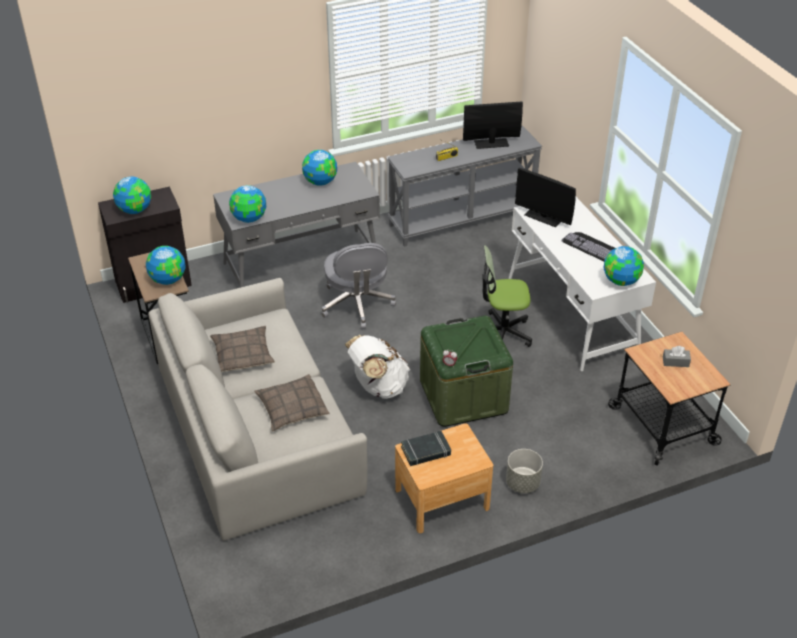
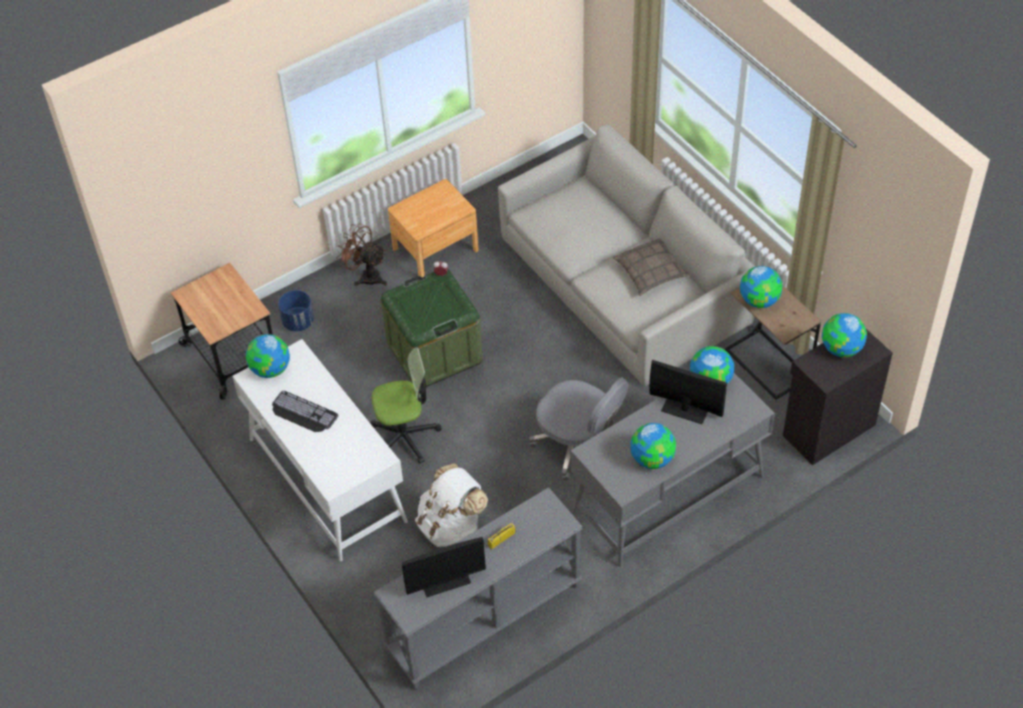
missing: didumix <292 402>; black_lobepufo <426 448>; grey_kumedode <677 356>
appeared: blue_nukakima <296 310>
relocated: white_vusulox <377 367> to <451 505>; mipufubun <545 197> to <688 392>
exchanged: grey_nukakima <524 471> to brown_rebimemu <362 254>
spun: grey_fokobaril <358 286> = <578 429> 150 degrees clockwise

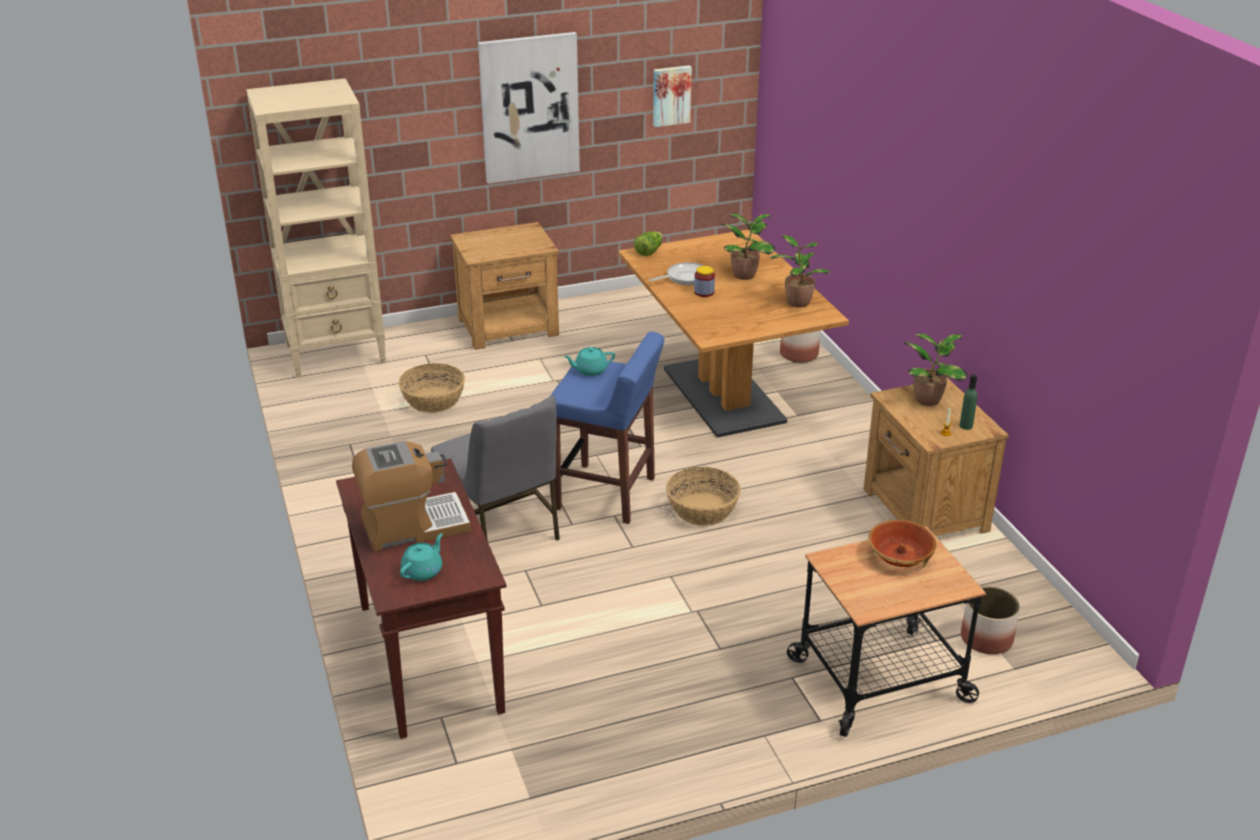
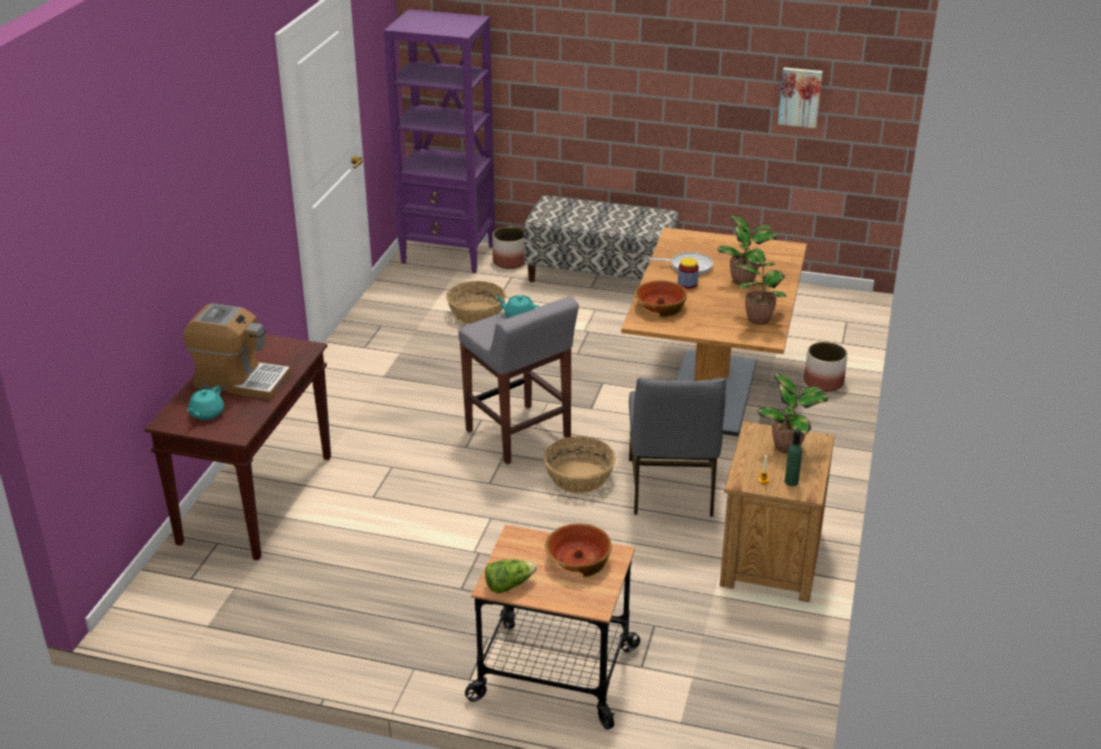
missing: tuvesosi <529 108>
appeared: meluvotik <661 299>
relocated: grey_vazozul <495 468> to <677 447>; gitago <648 243> to <511 576>; nukakima <990 620> to <508 248>
exchanged: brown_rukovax <504 286> to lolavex <601 238>
colour: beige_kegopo <316 228> to purple_kegopo <439 141>; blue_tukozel <607 427> to grey_tukozel <519 381>
spun: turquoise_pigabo <421 557> = <205 403> 135 degrees clockwise

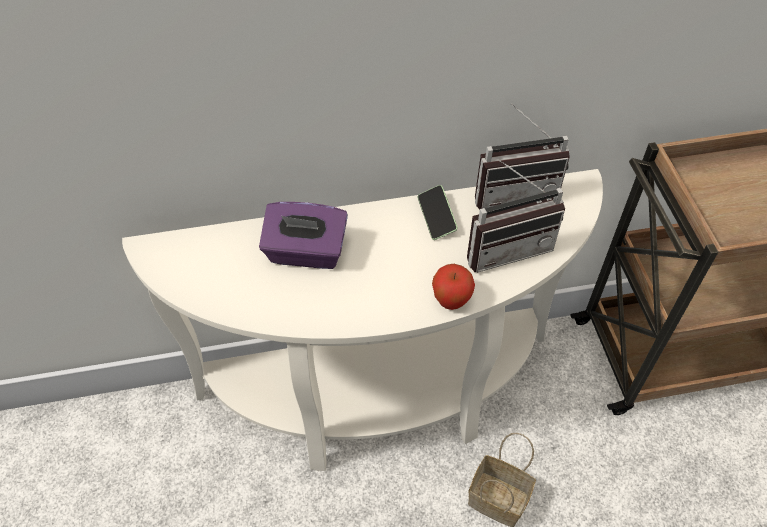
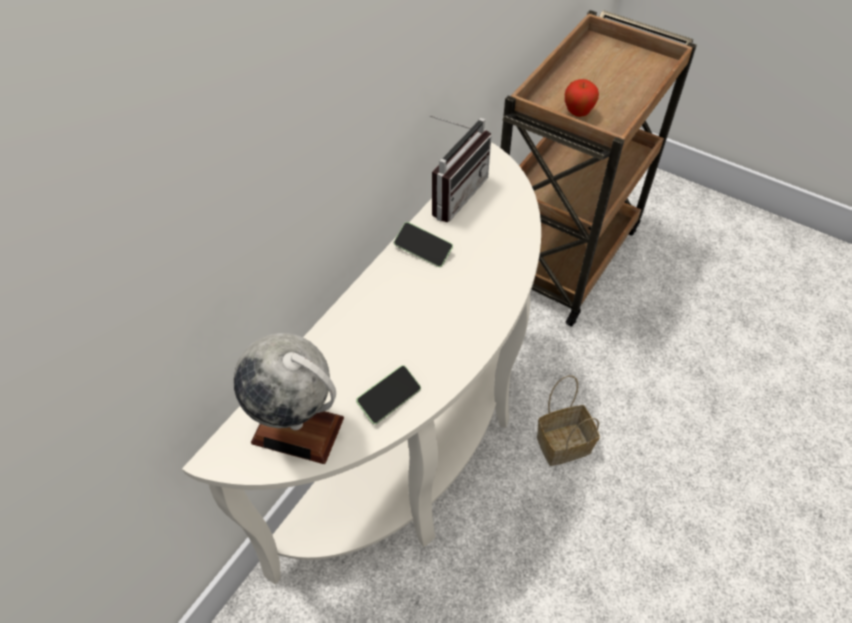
missing: purple_kumedode <303 235>; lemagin <516 216>
appeared: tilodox <288 398>; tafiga <388 394>
relocated: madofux <453 287> to <582 98>

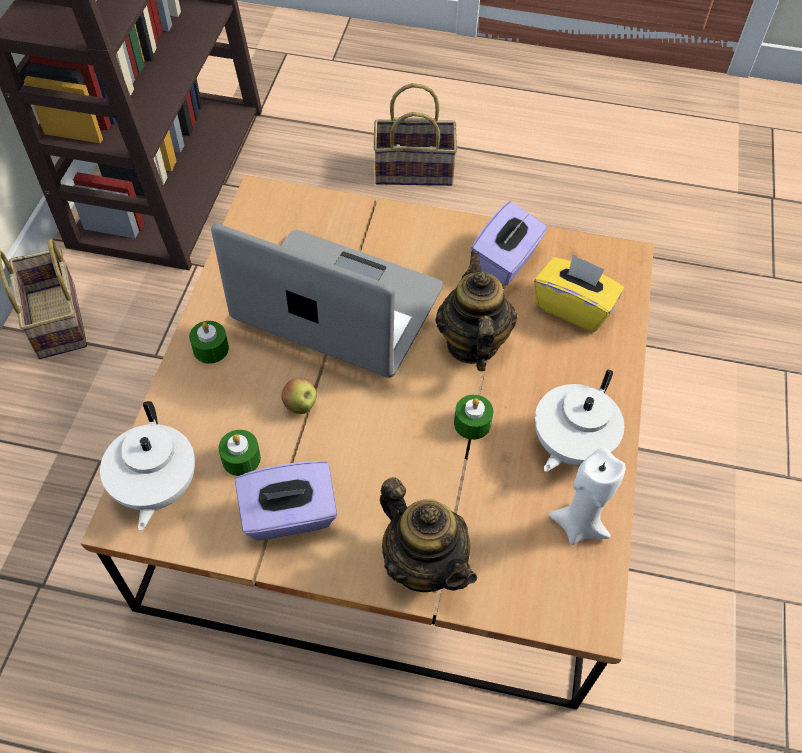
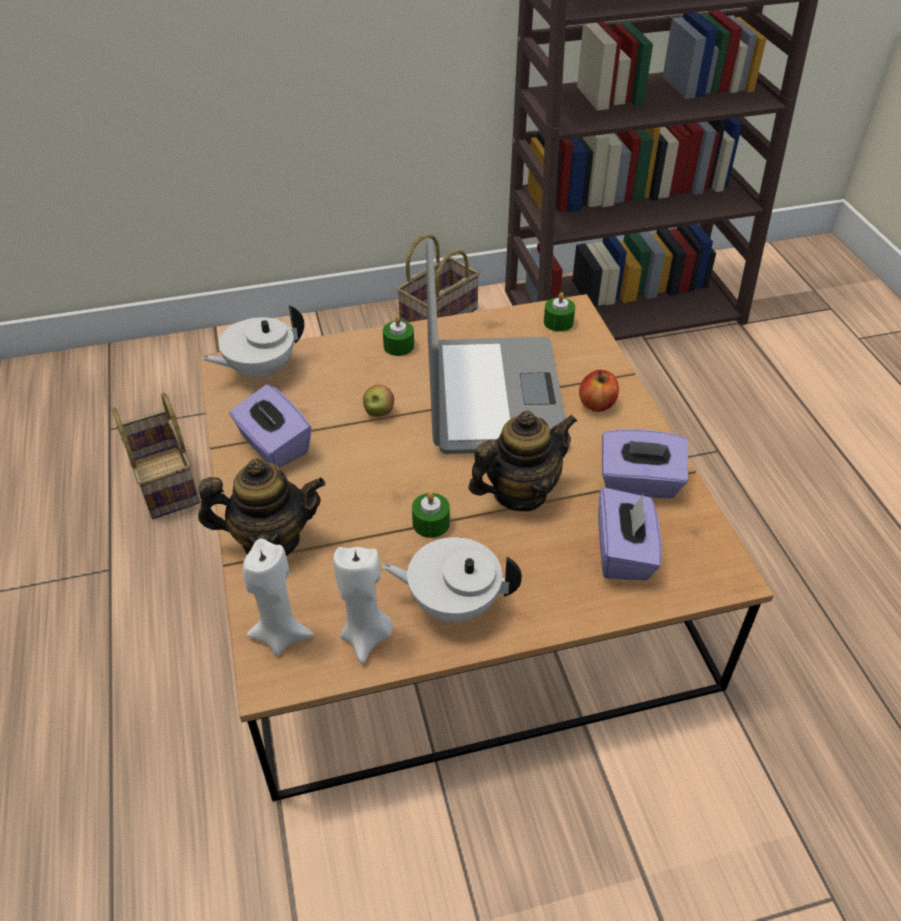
appeared: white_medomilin <278 597>; madofux <599 391>
relocated: green_medomilin <239 453> to <559 312>; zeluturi <415 134> to <156 456>
colour: yellow_kumedode <579 293> to purple_kumedode <630 533>
spun: pigabo <428 534> = <262 507> 120 degrees counterclockwise

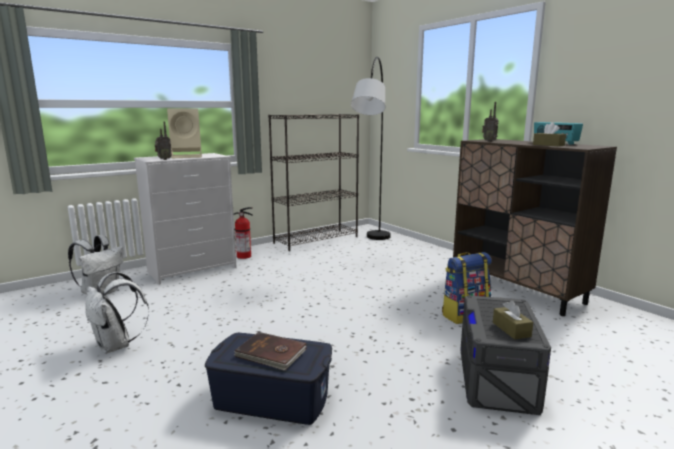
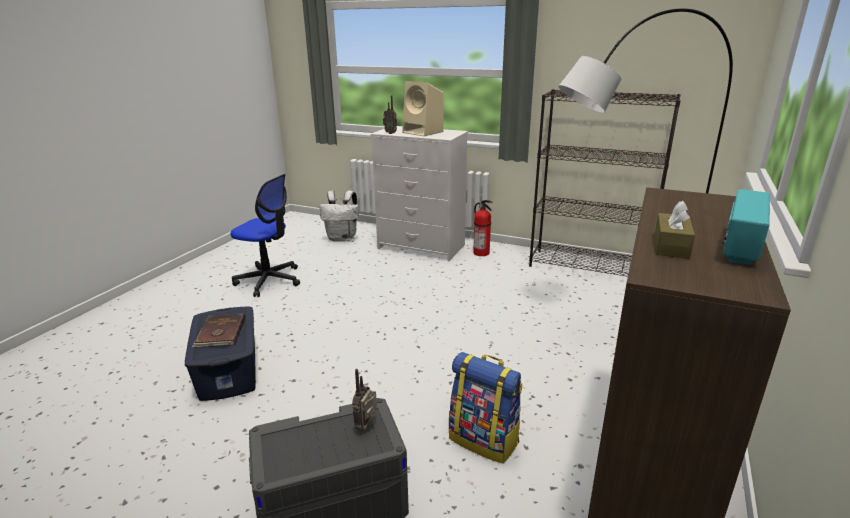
missing: brown_kumedode <513 320>
relocated: lemagin <490 122> to <364 400>
exchanged: white_vusulox <117 313> to fokobaril <265 235>

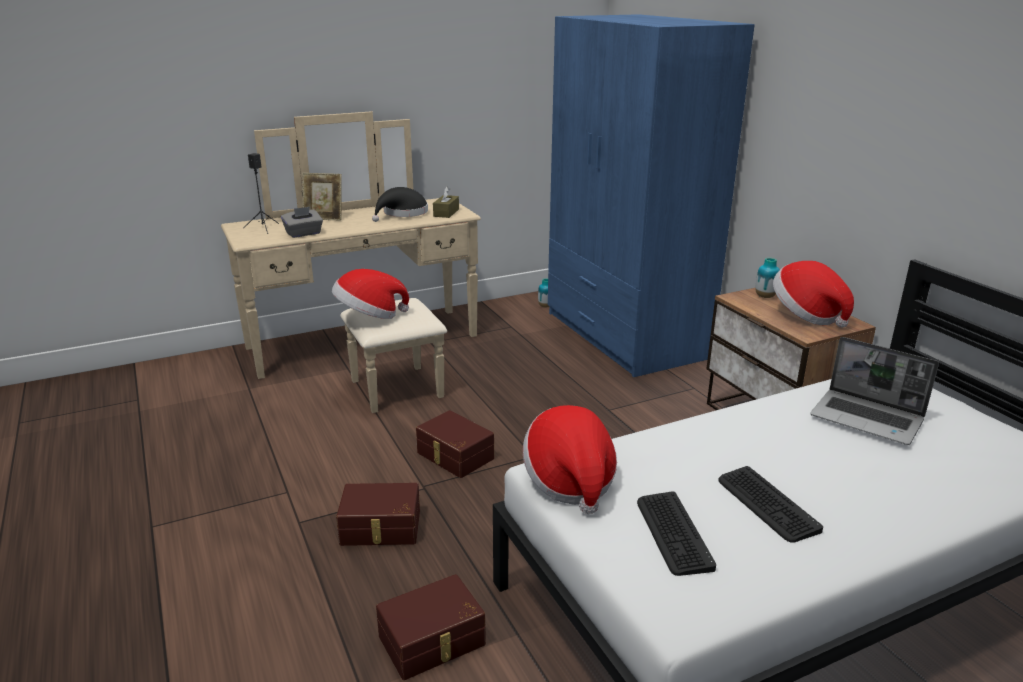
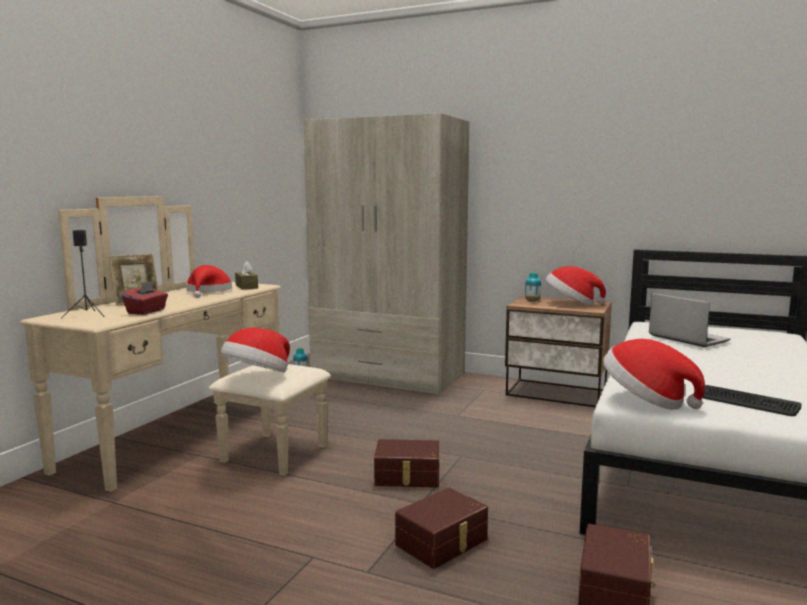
missing: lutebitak <770 504>
colour: grey_kumedode <302 222> to red_kumedode <145 298>; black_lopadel <400 204> to red_lopadel <209 281>; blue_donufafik <651 195> to beige_donufafik <386 254>
spun: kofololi <874 391> = <690 319> 120 degrees counterclockwise

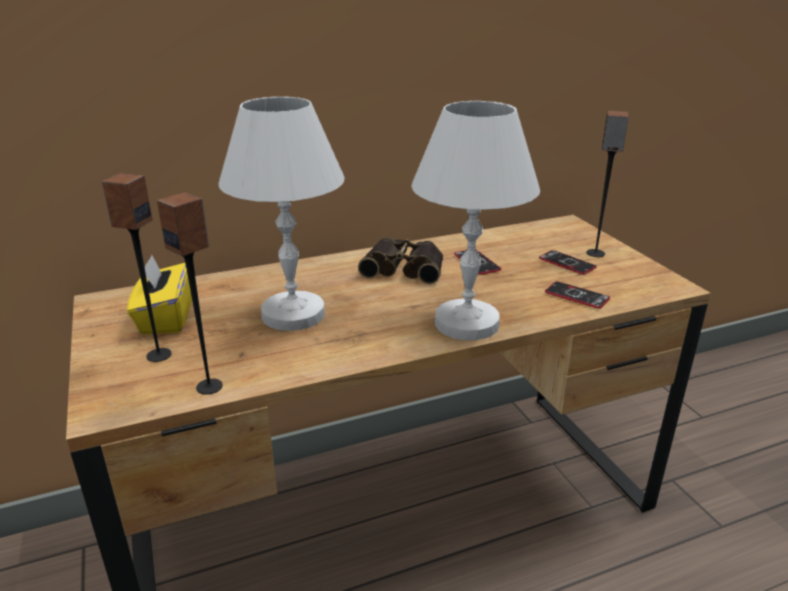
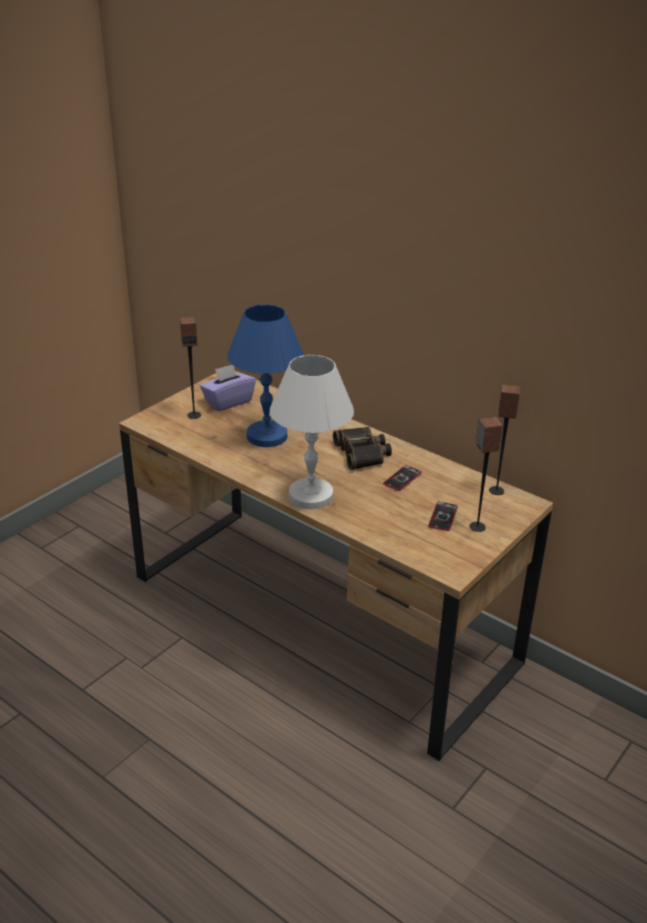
missing: tafiga <577 295>
relocated: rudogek <190 293> to <504 440>
colour: yellow_kumedode <159 295> to purple_kumedode <228 388>; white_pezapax <281 214> to blue_pezapax <265 375>

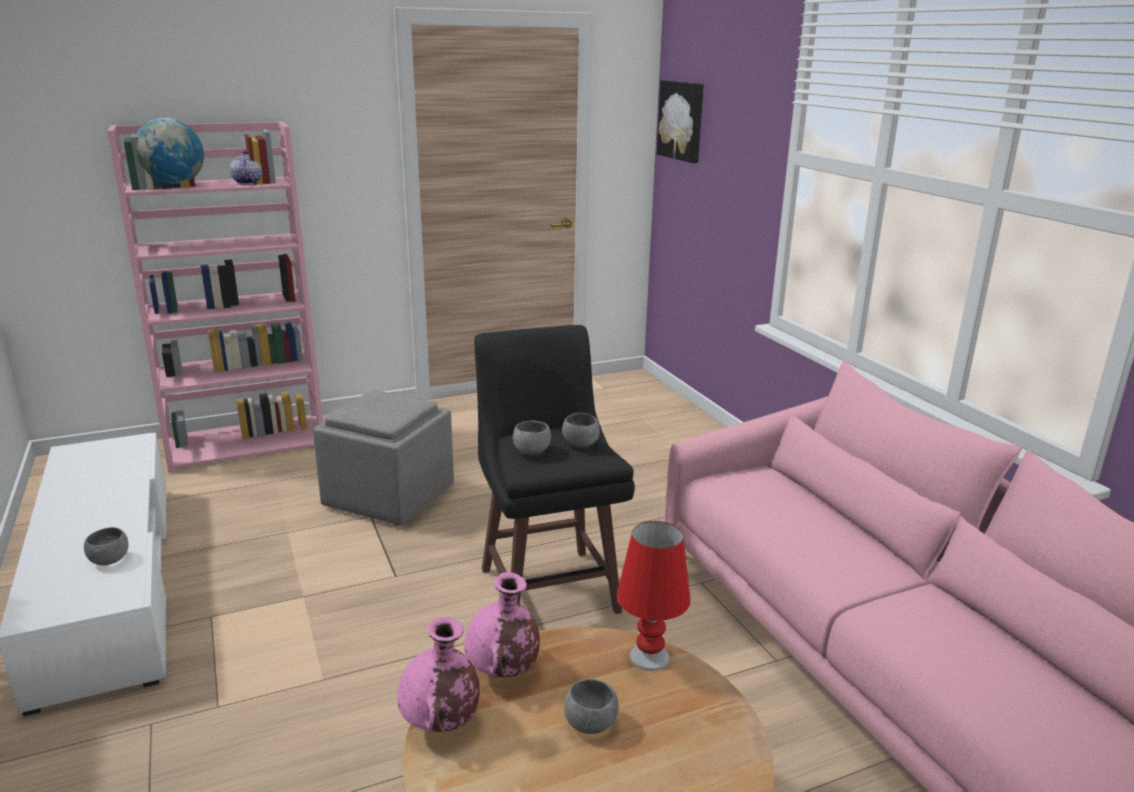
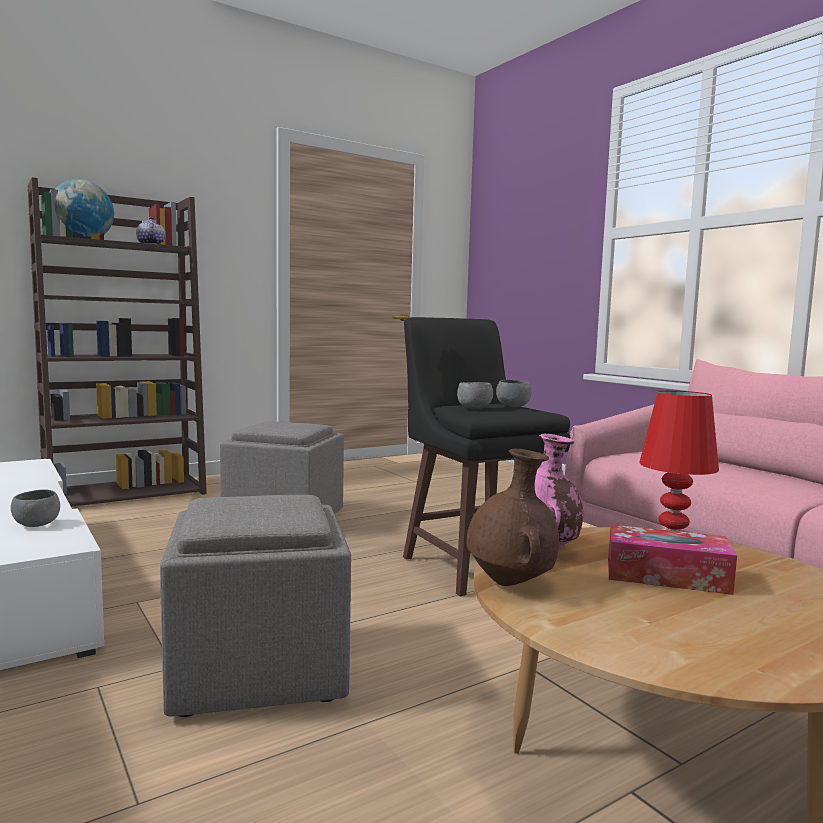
missing: tuvesosi <680 121>
appeared: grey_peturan <255 606>
exchanged: grey_meluvotik <591 706> to kumedode <672 559>
colour: pink_kegopo <215 297> to brown_kegopo <117 342>; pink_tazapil <438 674> to brown_tazapil <512 517>

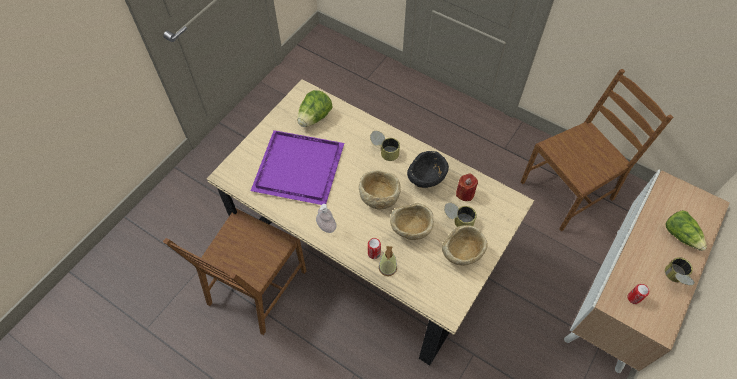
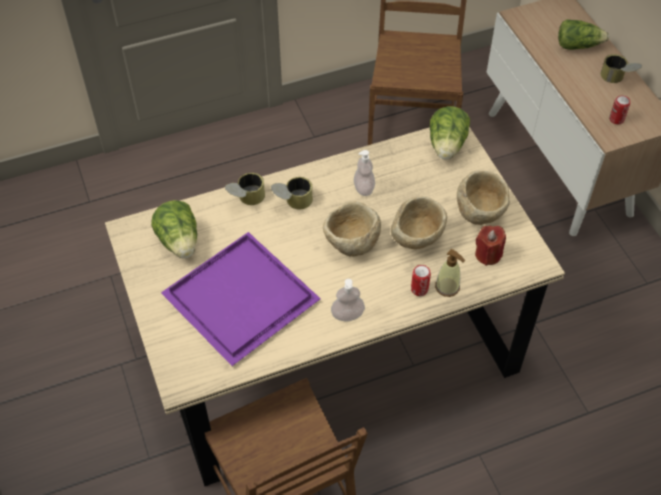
appeared: gitago <450 133>
relocated: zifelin <460 215> to <245 189>; red_medomilin <467 187> to <490 246>
exchanged: black_meluvotik <428 169> to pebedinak <364 173>

